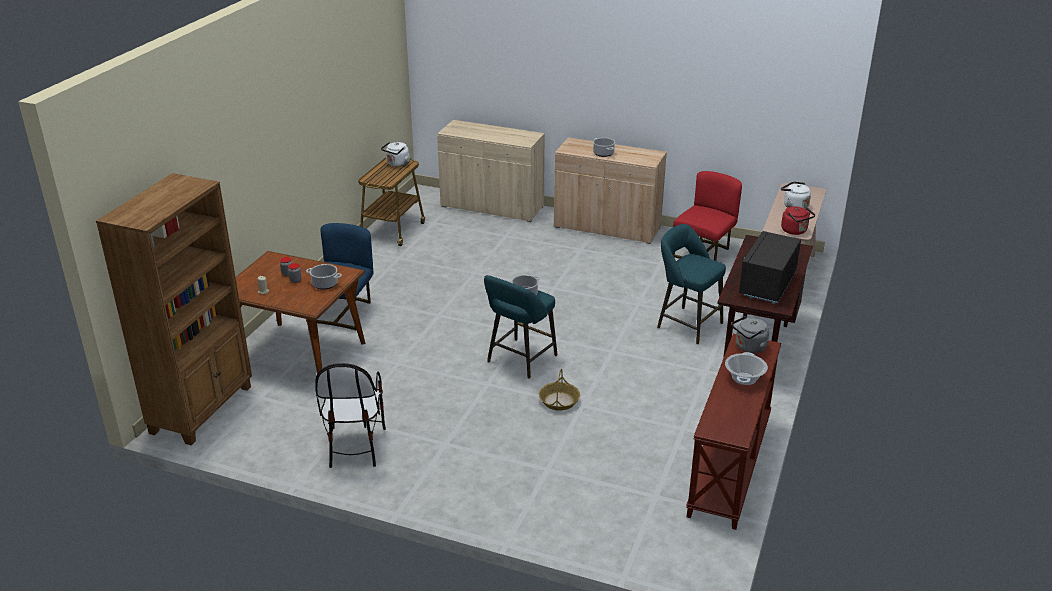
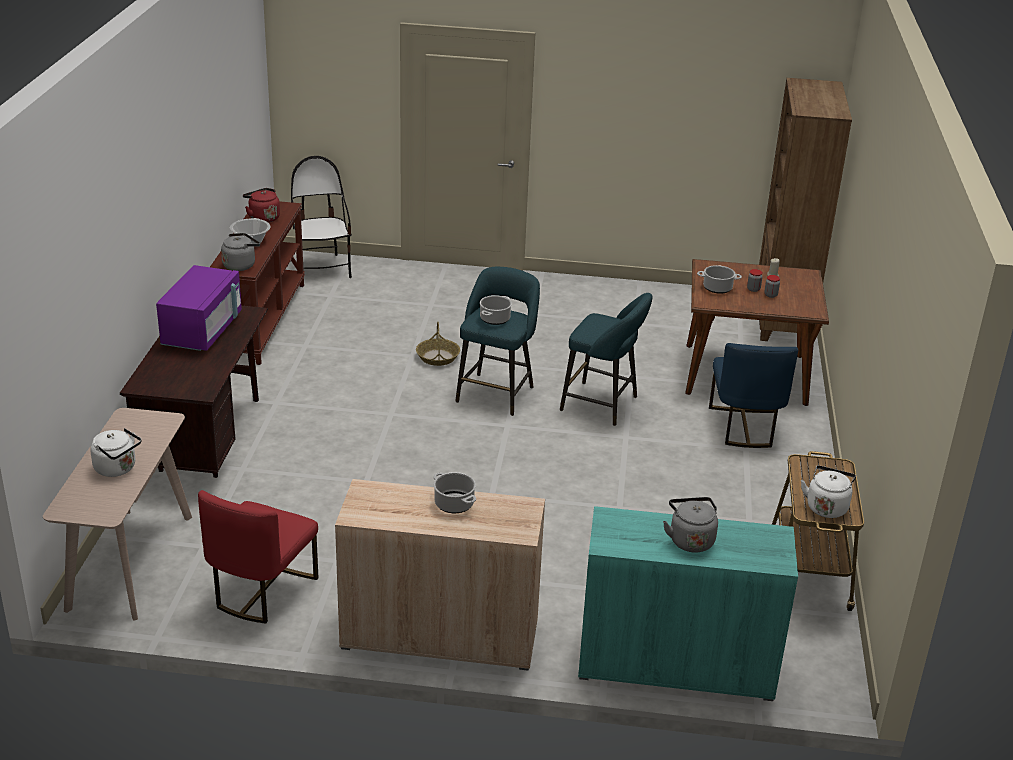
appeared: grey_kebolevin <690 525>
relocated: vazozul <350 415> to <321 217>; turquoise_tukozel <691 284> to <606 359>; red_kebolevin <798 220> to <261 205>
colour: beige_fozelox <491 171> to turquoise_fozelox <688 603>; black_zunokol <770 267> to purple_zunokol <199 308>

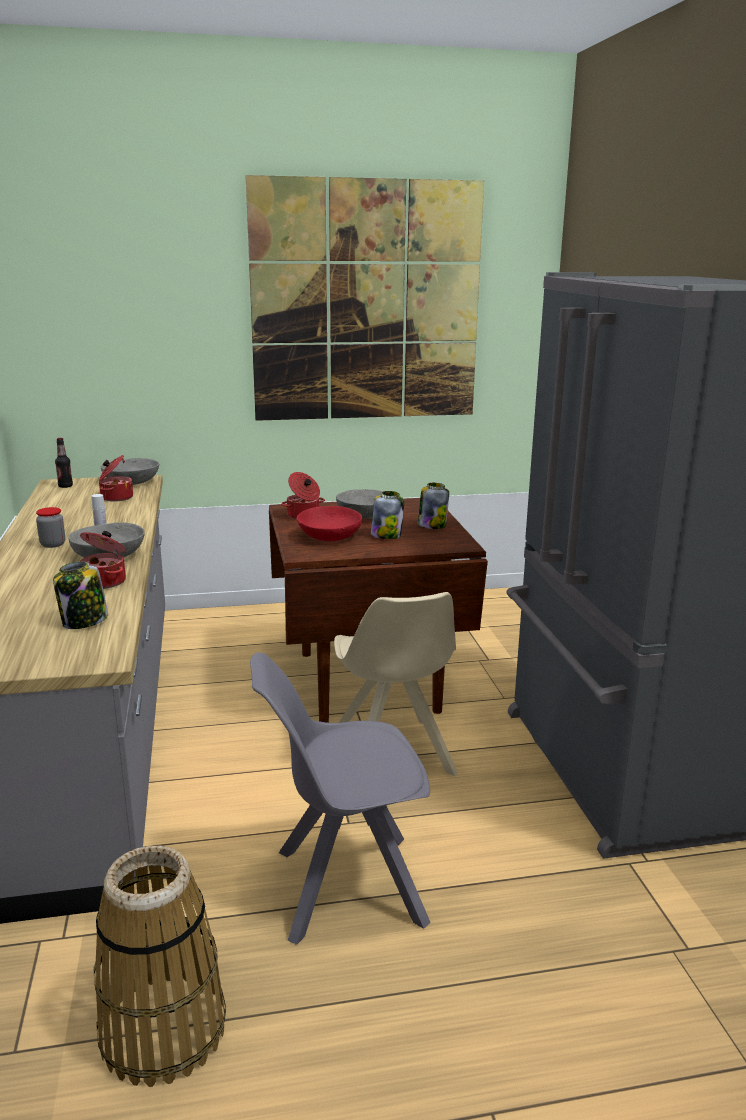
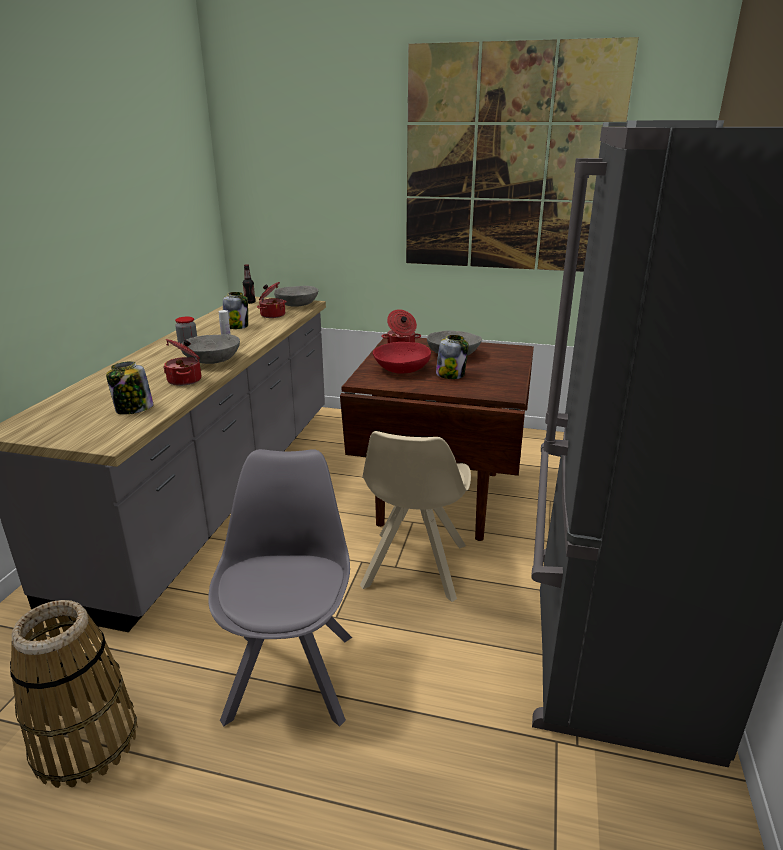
relocated: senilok <433 506> to <235 310>
spun: grey_vazozul <340 798> = <280 588> 75 degrees clockwise

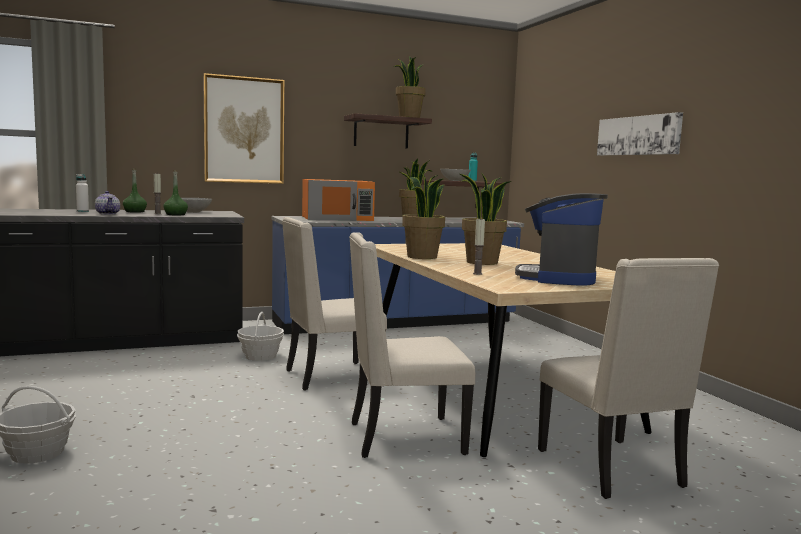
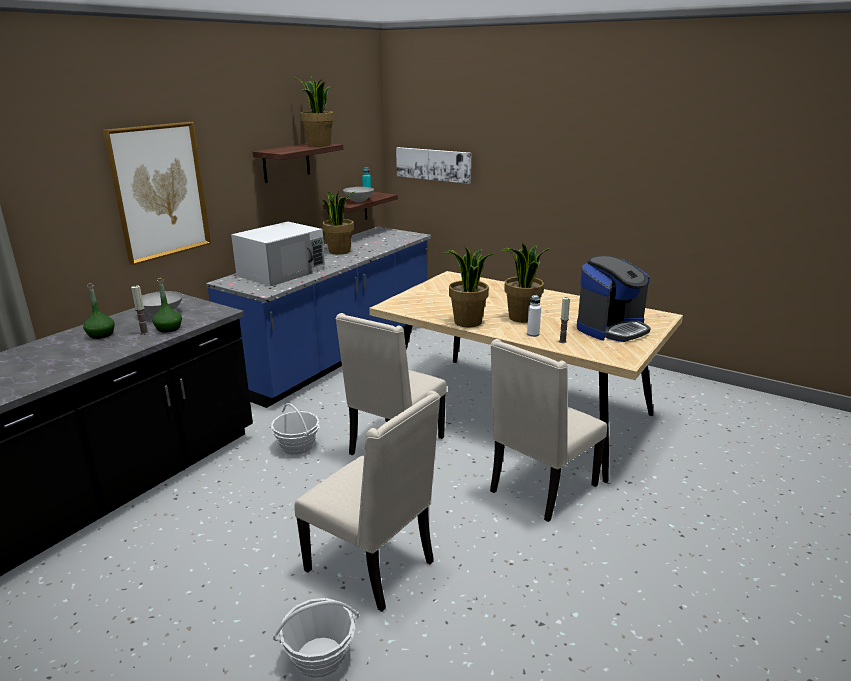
missing: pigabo <107 202>
relocated: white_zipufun <82 193> to <534 316>; beige_vazozul <628 378> to <367 501>; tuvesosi <640 134> to <433 165>
colour: orange_zunokol <338 200> to white_zunokol <278 253>
spun: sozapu <561 239> = <614 298> 105 degrees counterclockwise

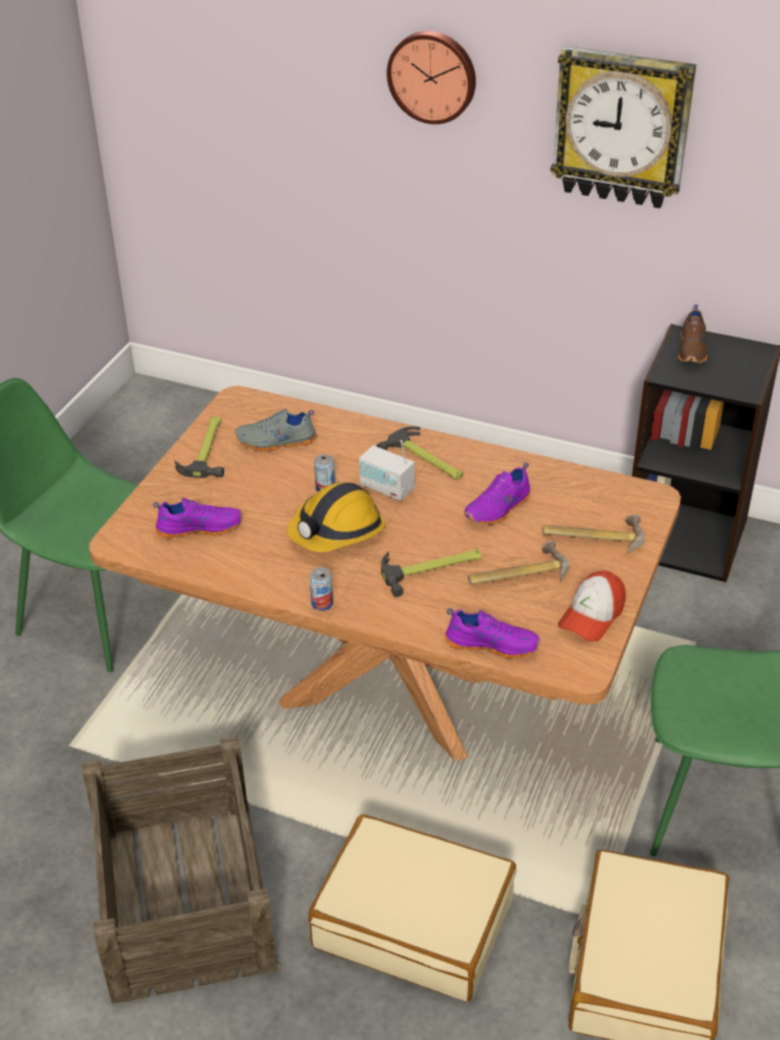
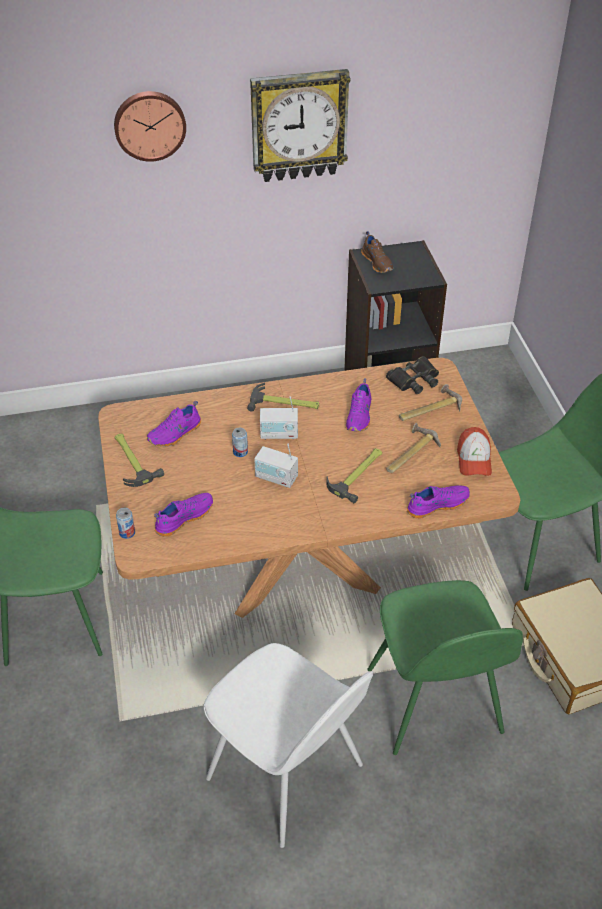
appeared: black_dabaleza <412 375>
relocated: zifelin <321 589> to <125 523>
exchanged: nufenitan <180 870> to white_vazozul <288 745>; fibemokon <336 517> to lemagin <276 466>; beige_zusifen <412 907> to green_vazozul <445 667>
colour: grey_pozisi <276 430> to purple_pozisi <174 424>

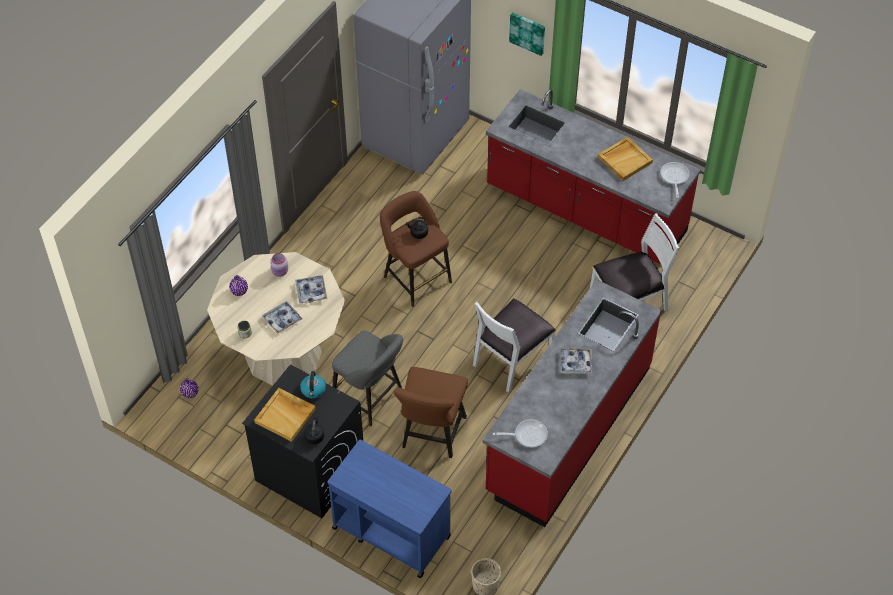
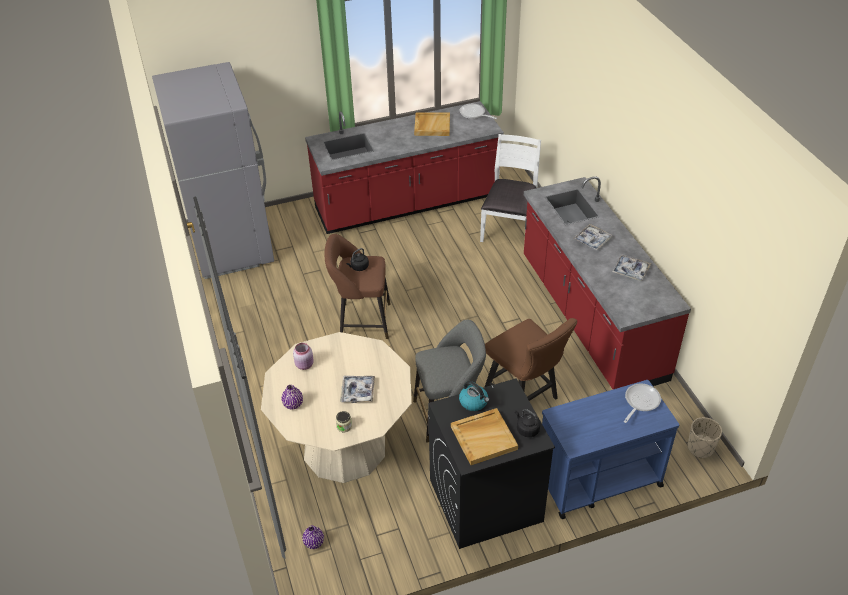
missing: white_vazozul <514 345>; tuvesosi <527 34>
relocated: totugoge <311 289> to <631 268>; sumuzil <520 433> to <642 403>

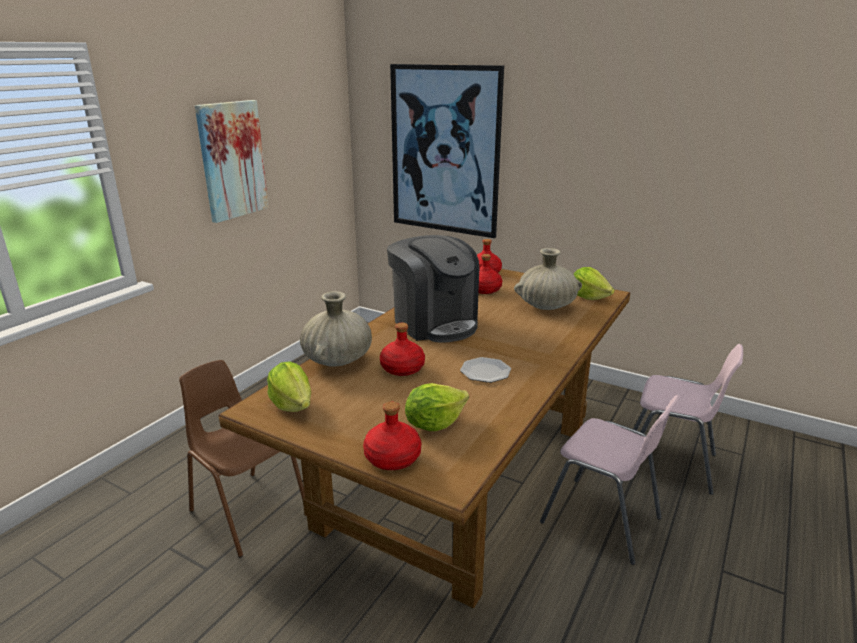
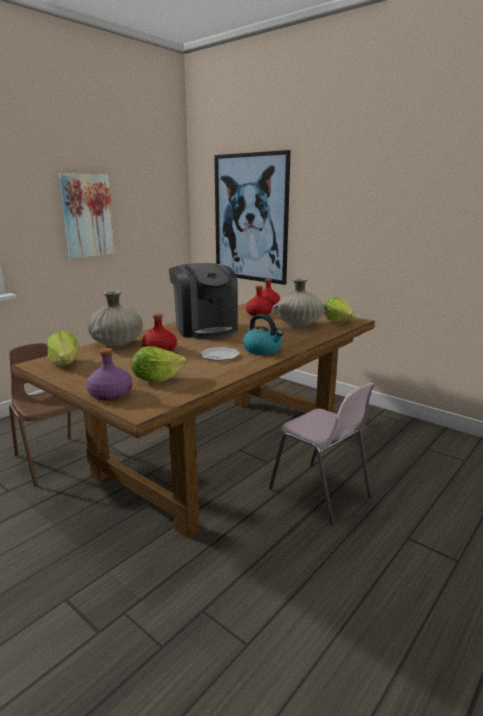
missing: pink_vazozul <688 419>
appeared: kebolevin <263 334>
colour: red_zipufun <392 436> to purple_zipufun <109 374>

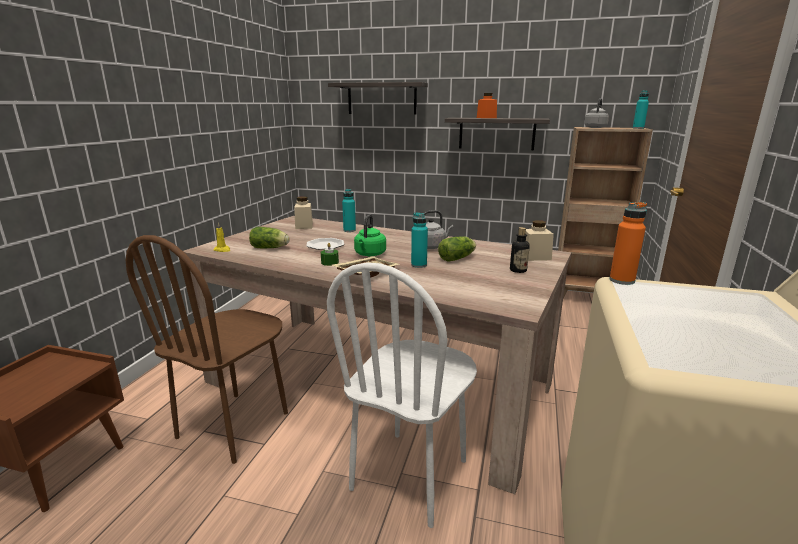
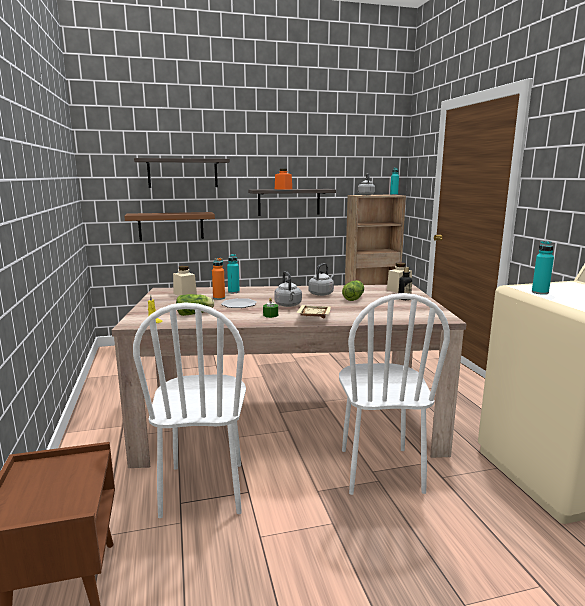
appeared: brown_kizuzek <169 226>
relocated: turquoise_zipufun <419 240> to <543 268>; orange_zipufun <628 243> to <218 279>
colour: brown_vazozul <207 349> to white_vazozul <189 410>; green_kebolevin <370 235> to grey_kebolevin <288 289>

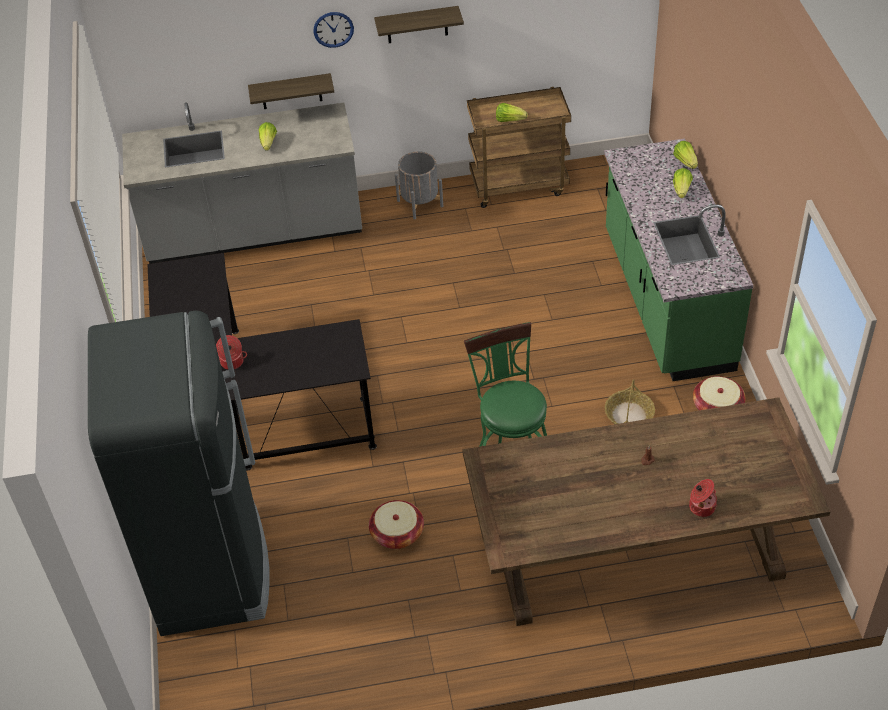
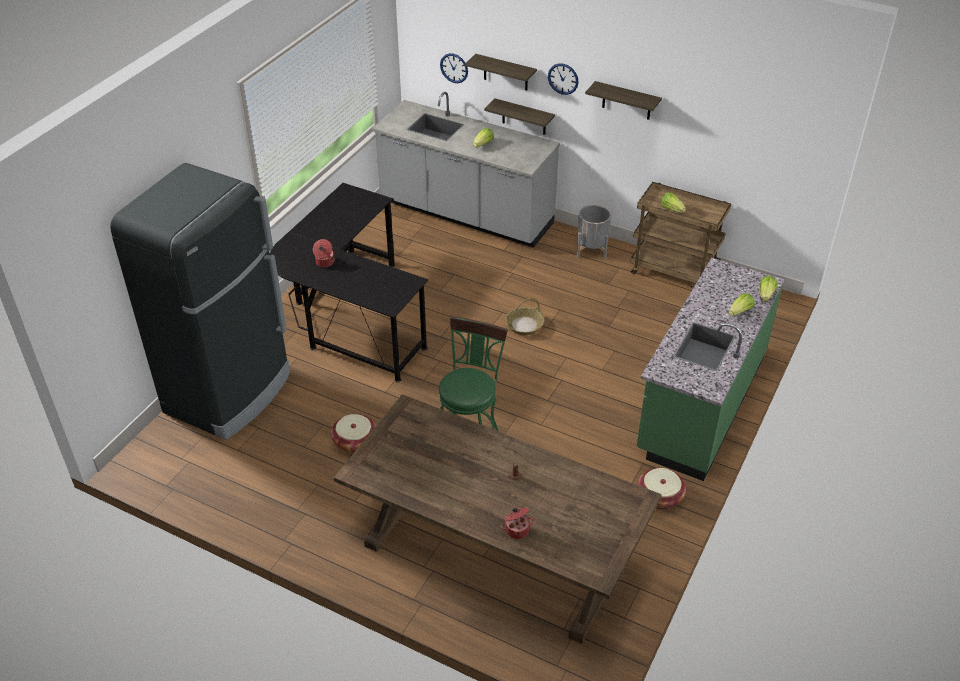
appeared: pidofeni <454 68>; kizuzek <501 72>
relocated: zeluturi <630 401> to <524 316>

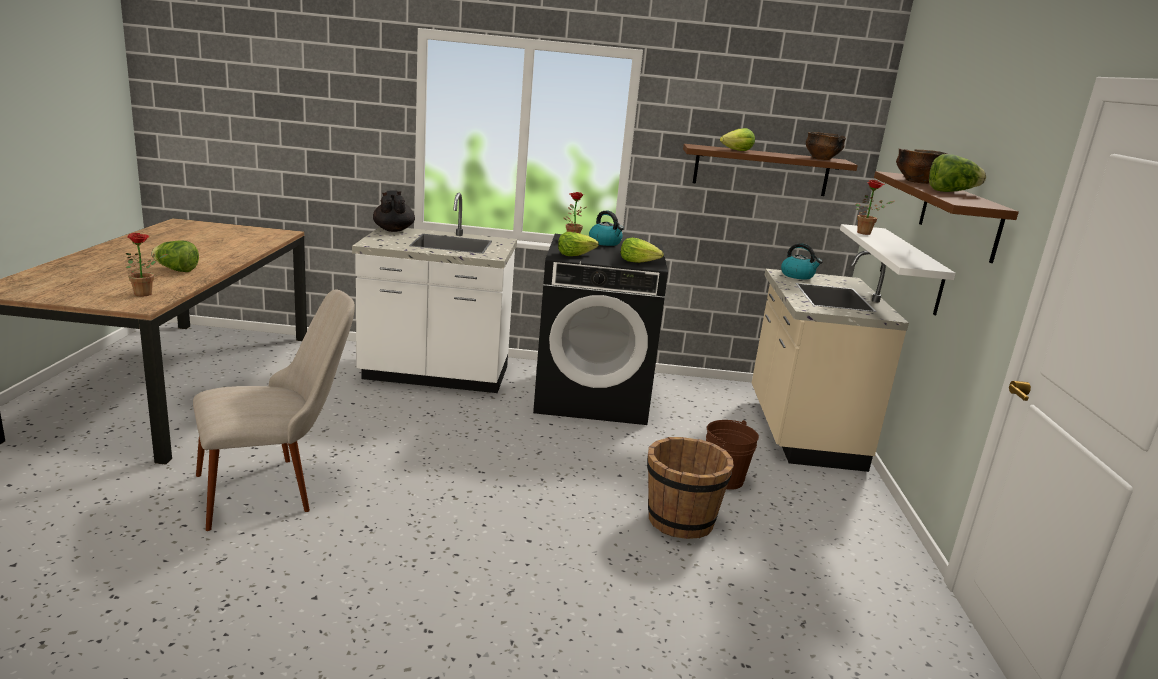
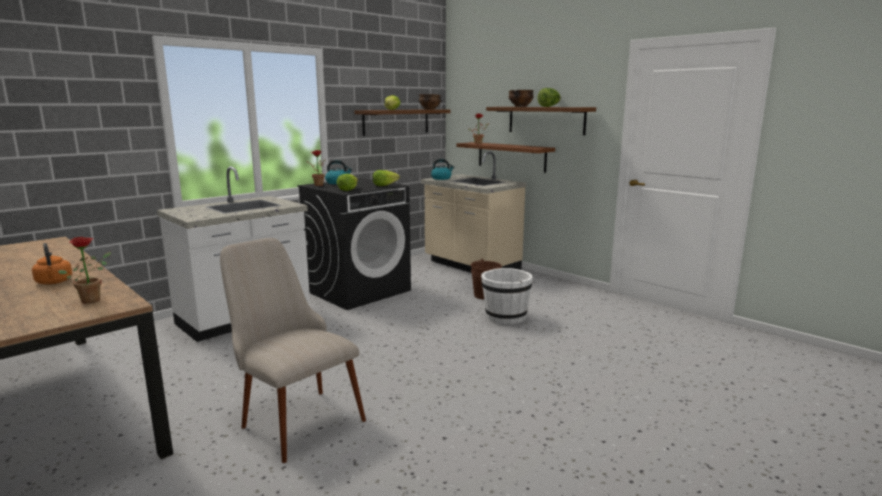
missing: black_pigabo <394 211>
exchanged: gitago <175 256> to orange_kebolevin <52 263>
colour: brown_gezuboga <690 488> to white_gezuboga <507 296>; white_kizuzek <898 269> to brown_kizuzek <505 157>
spun: beige_vazozul <274 410> = <293 350> 60 degrees counterclockwise

